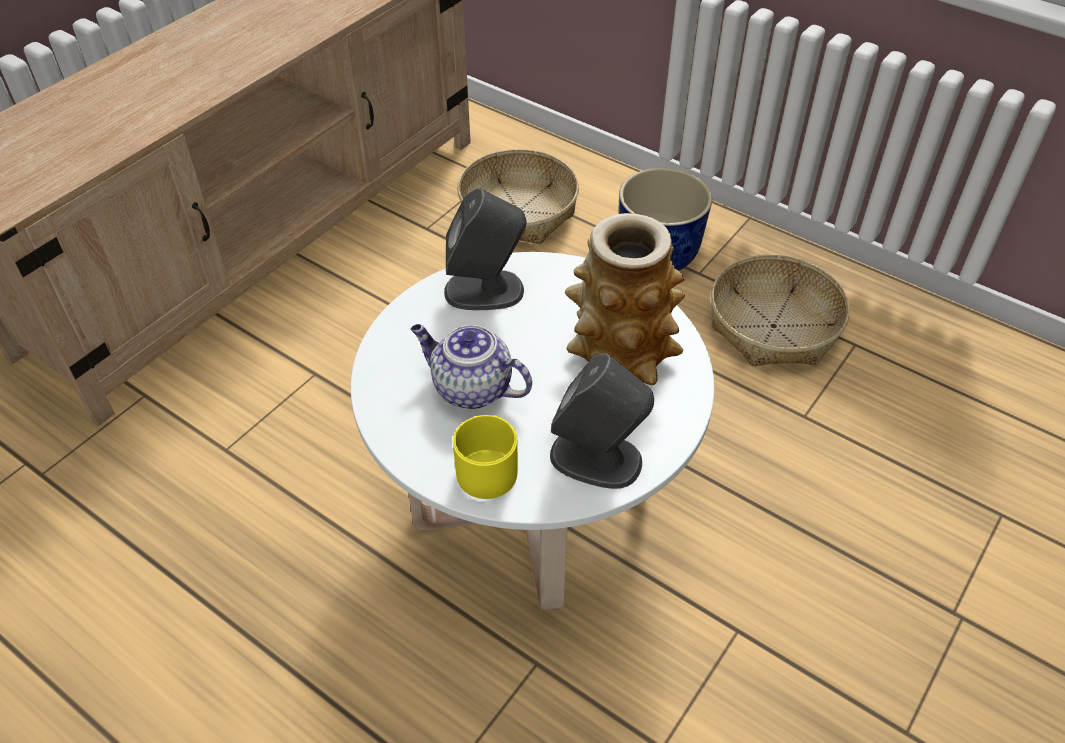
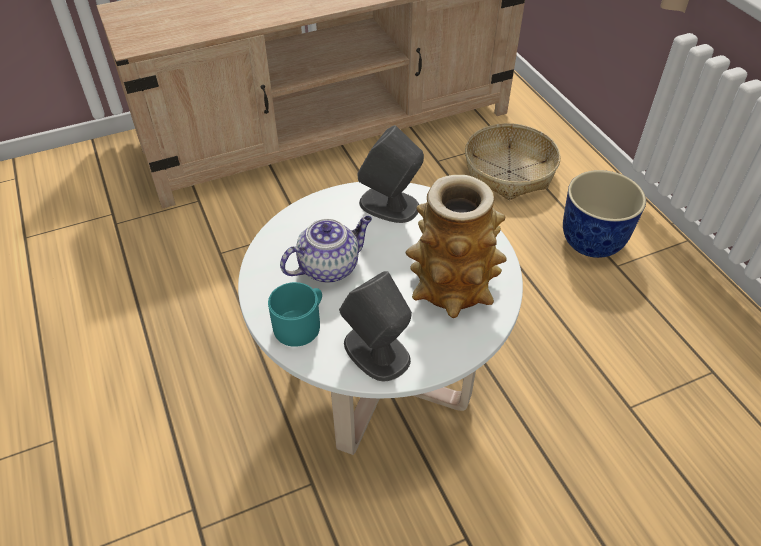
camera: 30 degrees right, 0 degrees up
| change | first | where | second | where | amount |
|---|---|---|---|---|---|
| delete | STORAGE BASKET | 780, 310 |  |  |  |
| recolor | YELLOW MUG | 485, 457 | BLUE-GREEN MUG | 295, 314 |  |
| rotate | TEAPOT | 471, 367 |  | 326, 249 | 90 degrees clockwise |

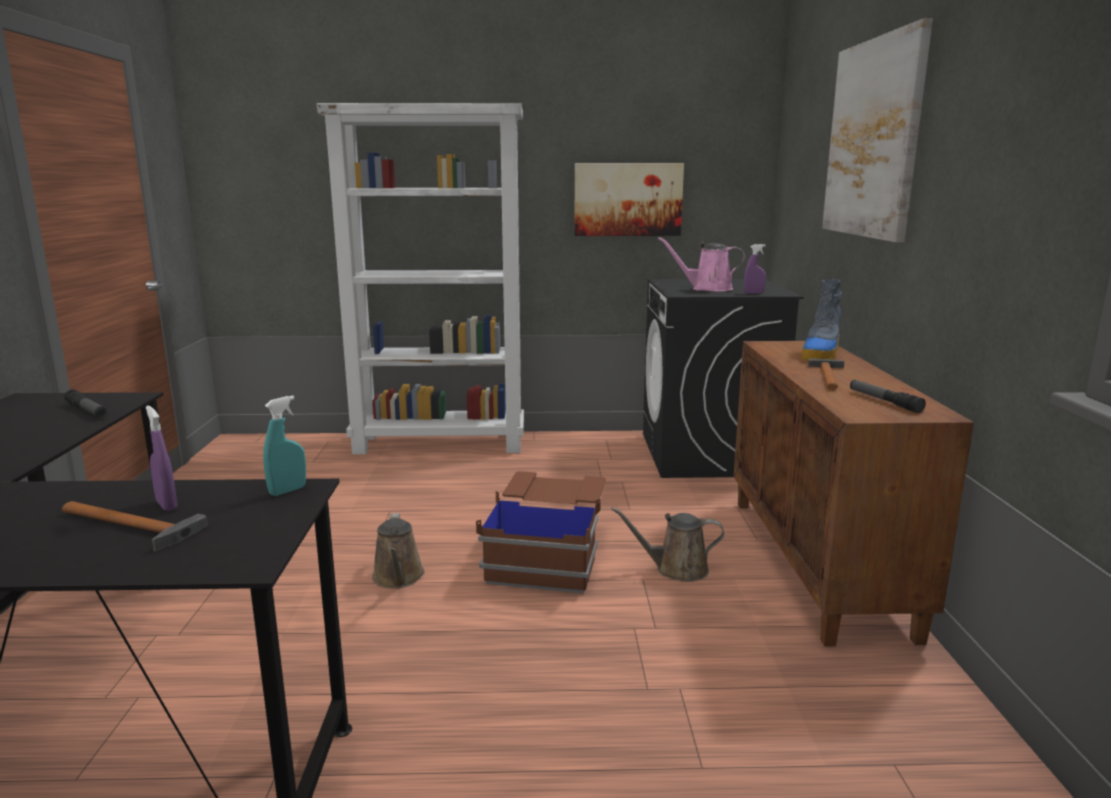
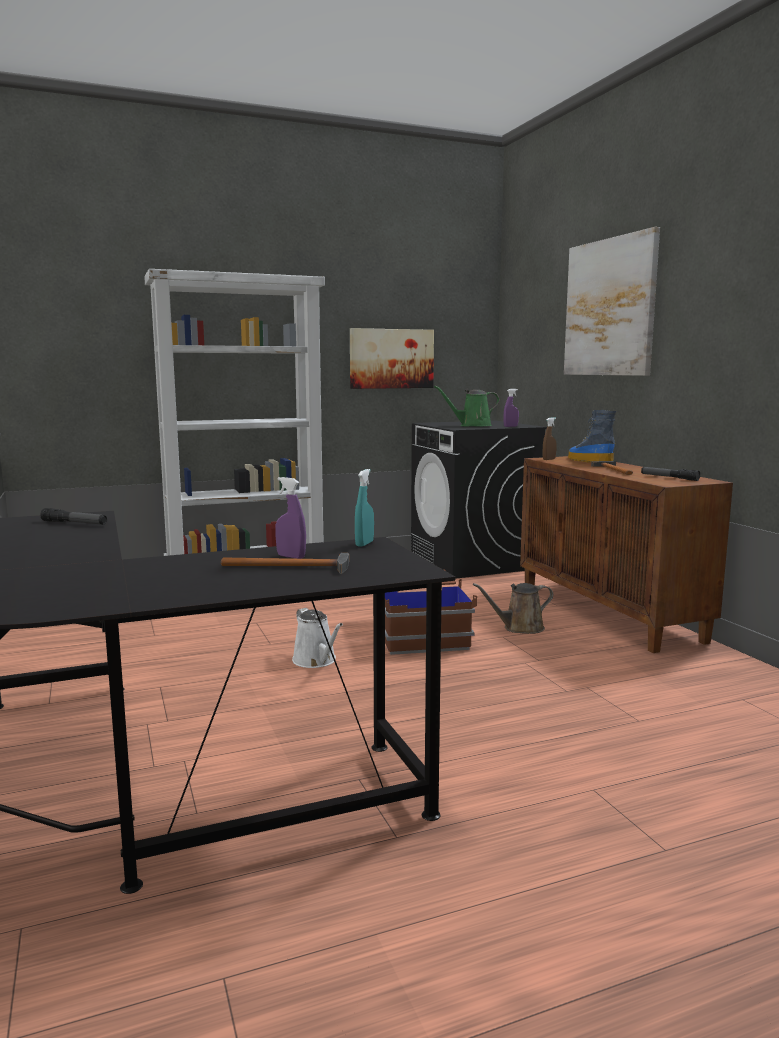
camera: 20 degrees left, 5 degrees down
| change | first | where | second | where | amount |
|---|---|---|---|---|---|
| insert |  |  | BROWN SPRAYER | 550, 438 |  |
| recolor | BROWN WATERING POT | 398, 550 | WHITE-COLOURED WATERING POT | 317, 638 |  |
| recolor | PINK WATERING POT | 701, 264 | GREEN-COLOURED WATERING POT | 466, 406 |  |
| rotate | TALL BOOT | 822, 320 |  | 592, 436 | 150 degrees clockwise |

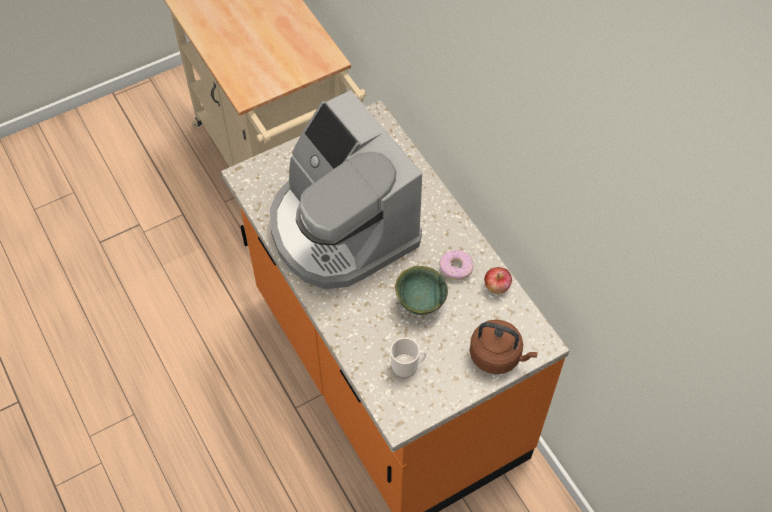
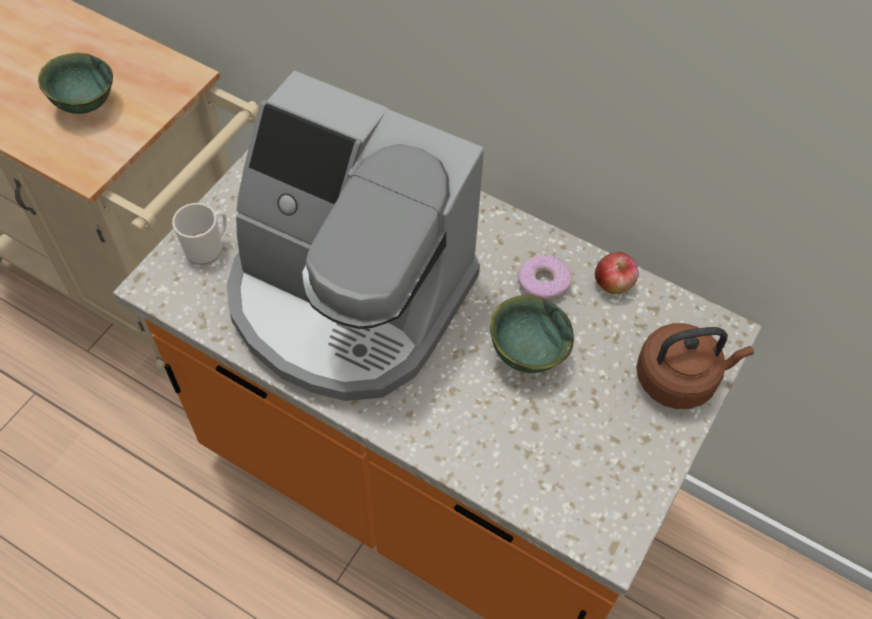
camera: 30 degrees left, 0 degrees up
| change | first | where | second | where | amount |
|---|---|---|---|---|---|
| insert |  |  | GREEN-COLOURED BOWL | 75, 83 |  |
| move | MUG | 408, 357 |  | 199, 234 |  |

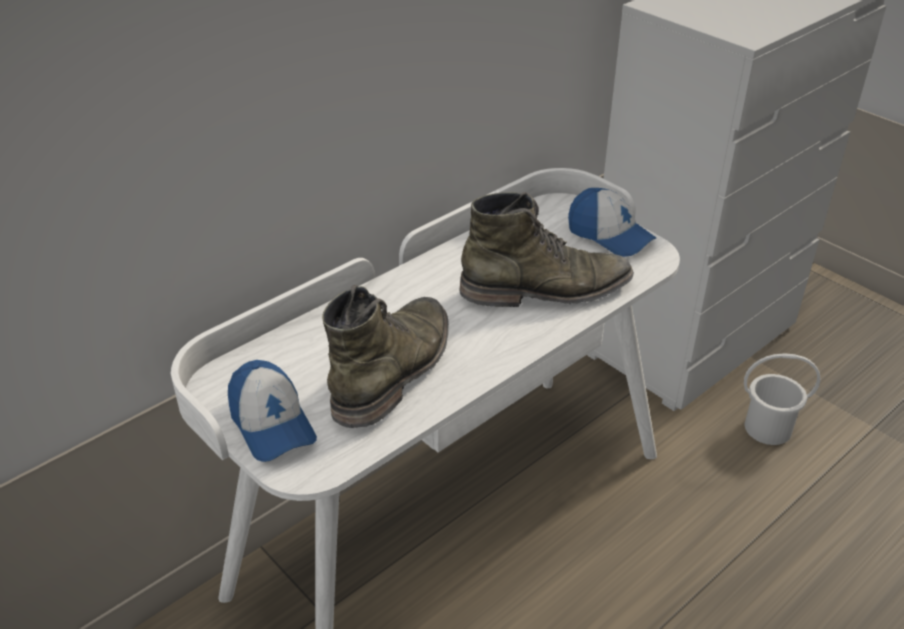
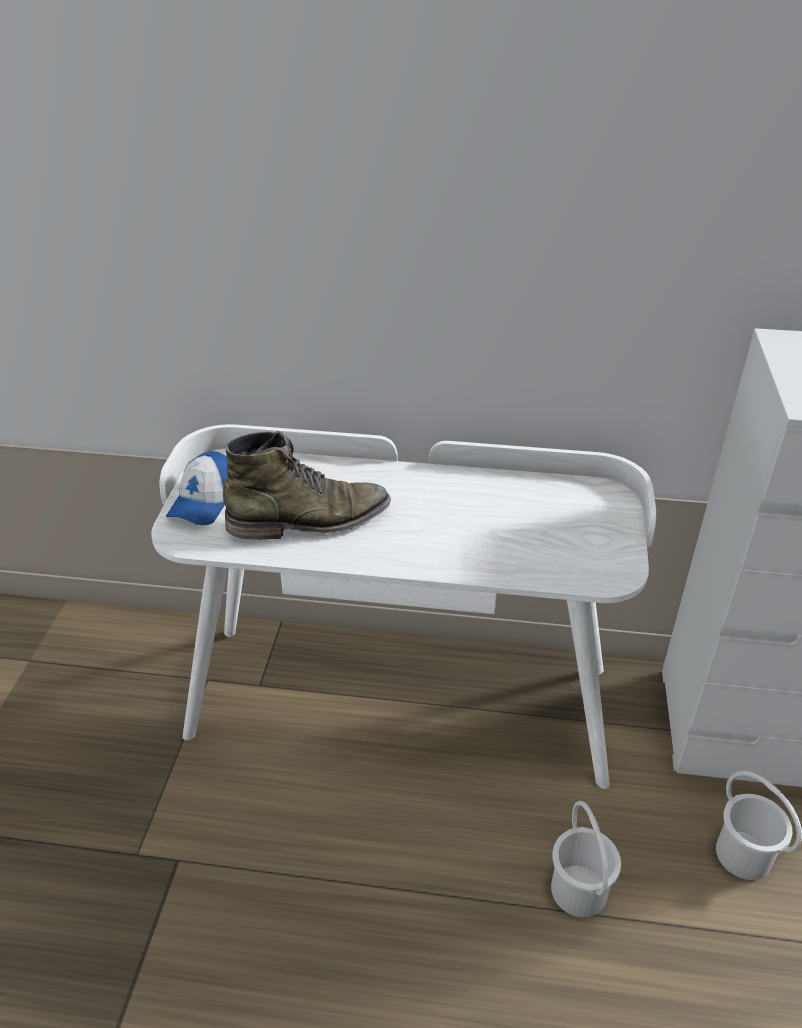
camera: 50 degrees right, 0 degrees up
| change | first | where | second | where | amount |
|---|---|---|---|---|---|
| delete | GREEN-COLOURED TALL BOOT | 546, 249 |  |  |  |
| delete | PEAKED CAP | 612, 222 |  |  |  |
| insert |  |  | WHITE-COLOURED BUCKET | 586, 859 |  |

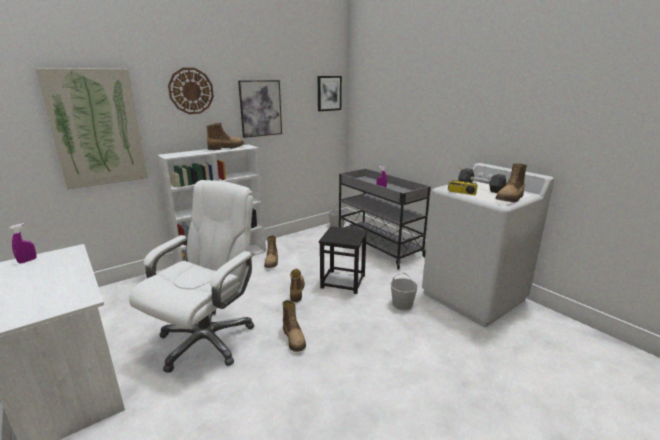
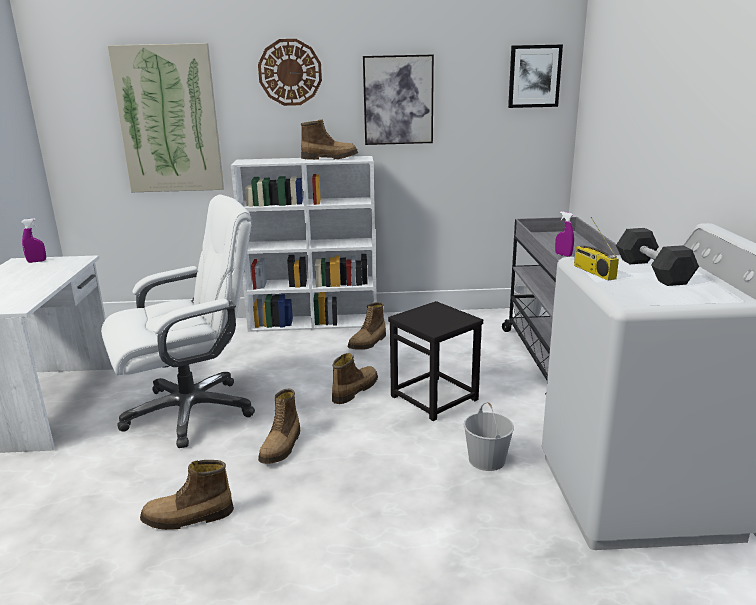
camera: 35 degrees right, 0 degrees up
| change | first | where | second | where | amount |
|---|---|---|---|---|---|
| move | TALL BOOT | 511, 182 |  | 187, 495 |  |

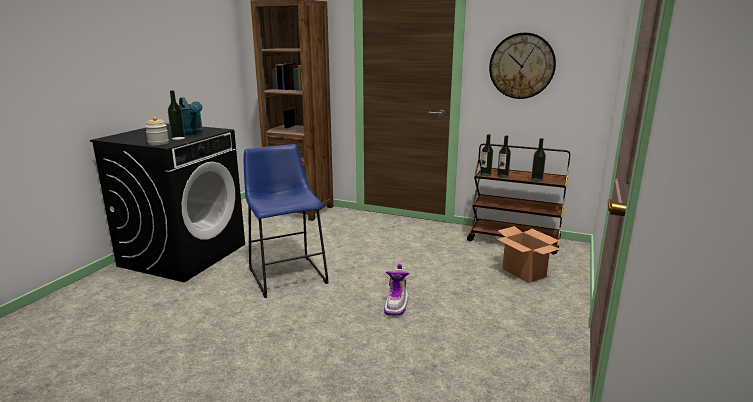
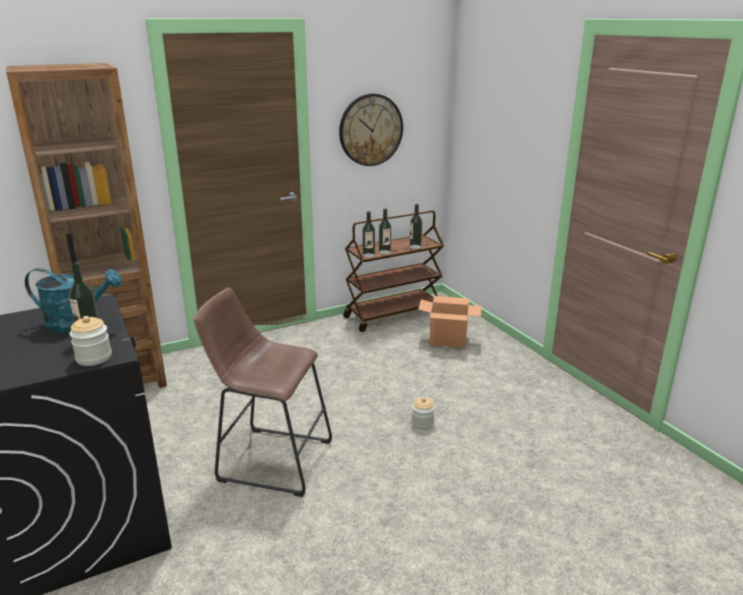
camera: 50 degrees left, 5 degrees up
| change | first | where | second | where | amount |
|---|---|---|---|---|---|
| replace | TALL BOOT | 396, 290 | STORAGE JAR | 423, 413 |  |
| recolor | BLUE-COLOURED SITTING STOOL | 286, 221 | BROWN SITTING STOOL | 262, 392 |  |

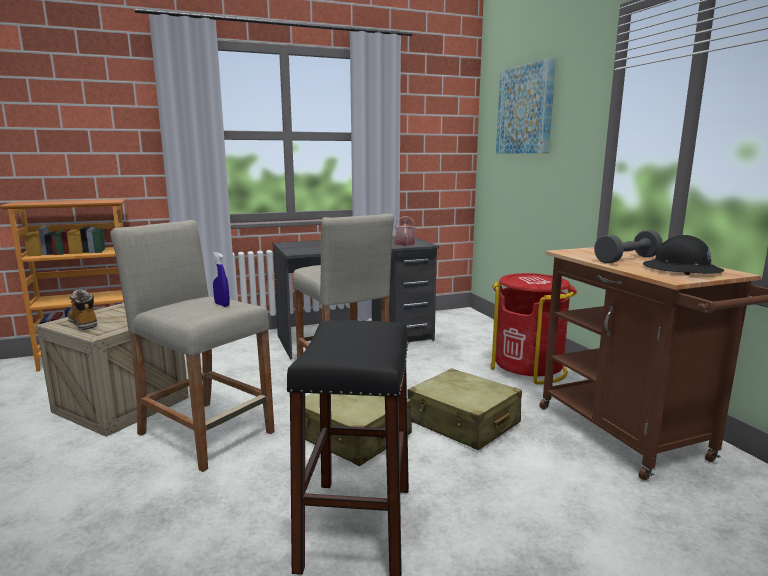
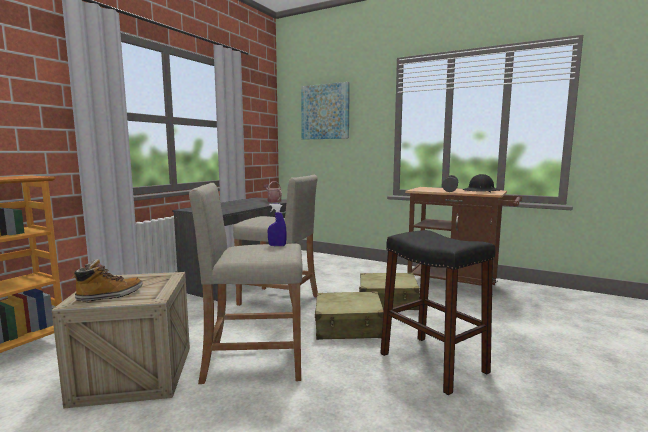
camera: 40 degrees left, 5 degrees down
| change | first | where | second | where | amount |
|---|---|---|---|---|---|
| delete | RED-COLOURED WASTE BIN | 534, 328 |  |  |  |
| rotate | TALL BOOT | 82, 309 |  | 107, 280 | 135 degrees clockwise |

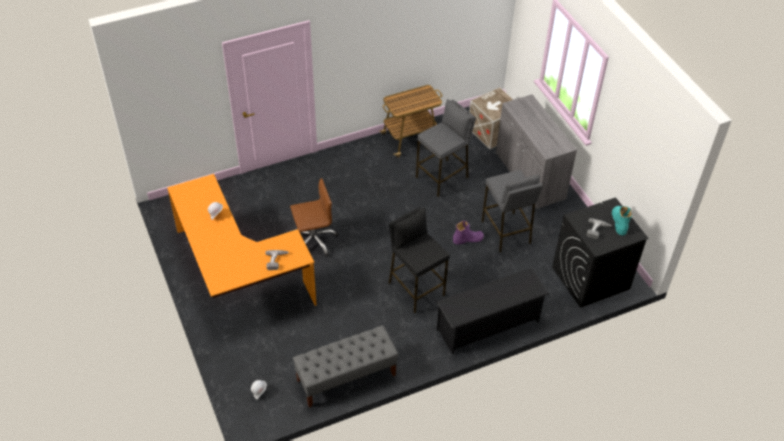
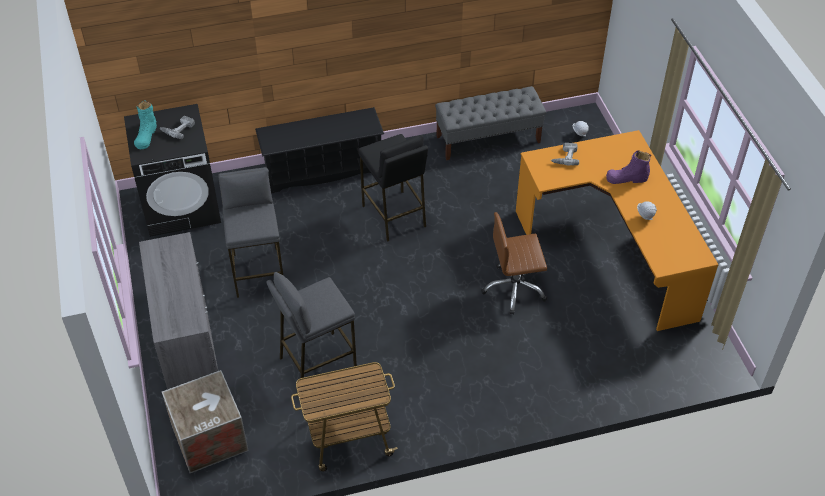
camera: 170 degrees left, 0 degrees up
| change | first | where | second | where | amount |
|---|---|---|---|---|---|
| move | PURPLE-COLOURED TALL BOOT | 468, 233 |  | 628, 167 |  |

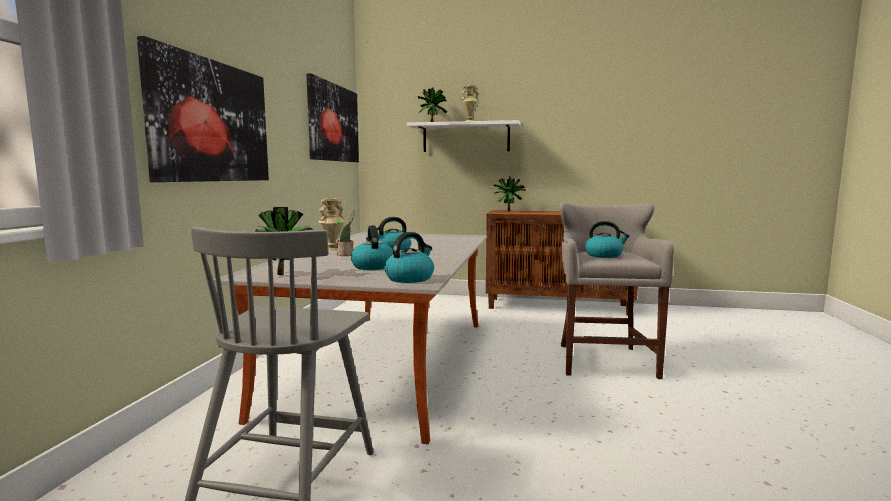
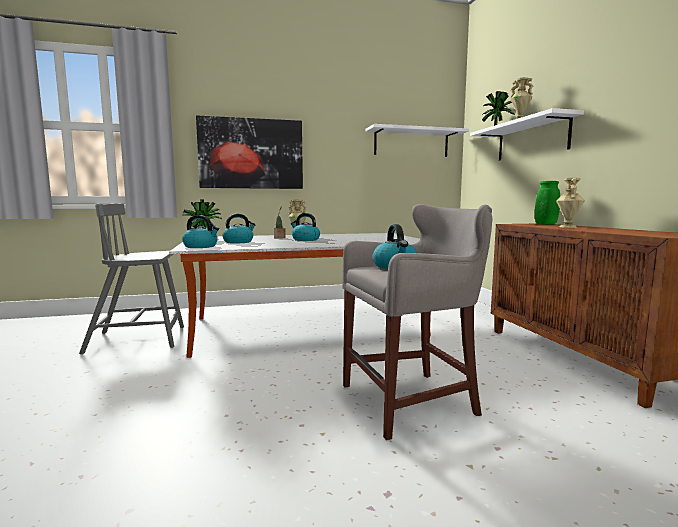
camera: 65 degrees right, 0 degrees up
| change | first | where | second | where | amount |
|---|---|---|---|---|---|
| insert |  |  | BEIGE-COLOURED FLOWER VASE | 570, 203 |  |
| replace | WALL ART | 332, 117 | WHITE-COLOURED SHELF | 417, 140 |  |
| replace | HOUSEPLANT | 509, 193 | GREEN-COLOURED FLOWER VASE | 547, 203 |  |

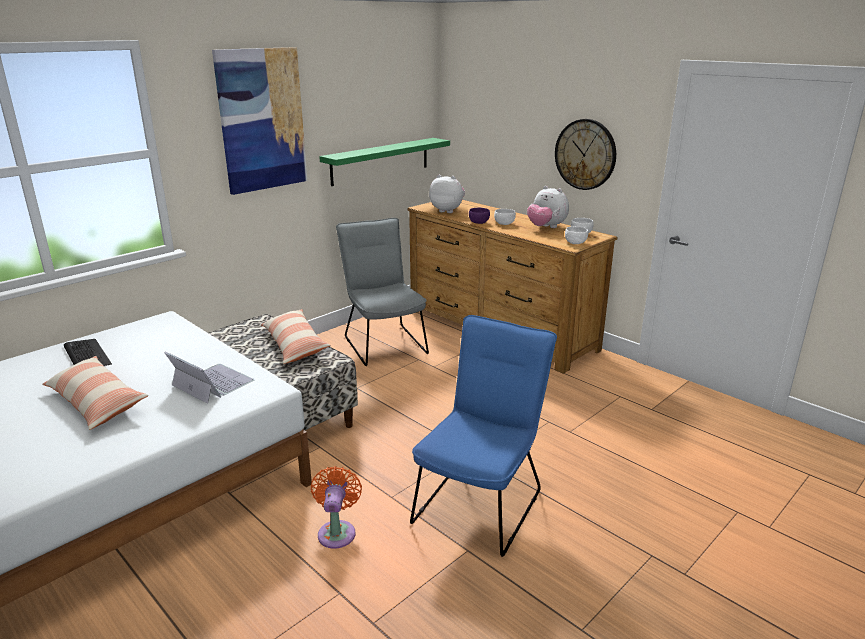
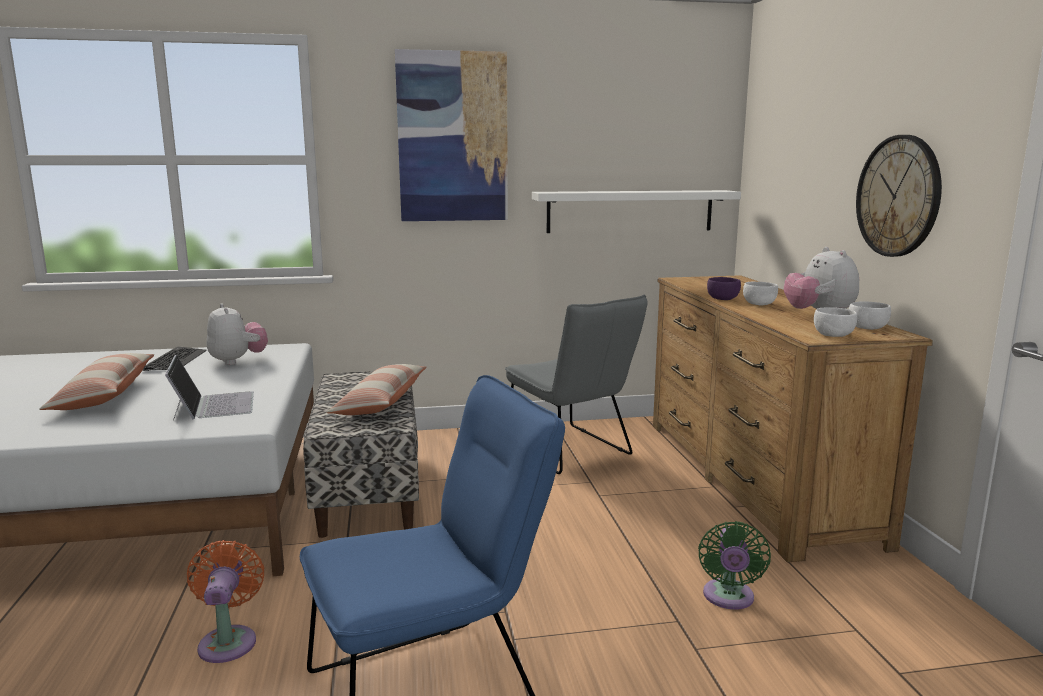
camera: 35 degrees right, 10 degrees down
| change | first | where | second | where | amount |
|---|---|---|---|---|---|
| insert |  |  | GREEN-COLOURED COOLING FAN | 734, 565 |  |
| move | SOFT TOY | 447, 193 |  | 237, 334 |  |
| recolor | GREEN-COLOURED SHELF | 384, 162 | WHITE-COLOURED SHELF | 636, 211 |  |
| rotate | ORANGEY COOLING FAN | 336, 507 |  | 225, 601 | 45 degrees counterclockwise |
| rotate | GRAY CHAIR | 382, 292 |  | 576, 384 | 135 degrees clockwise |

